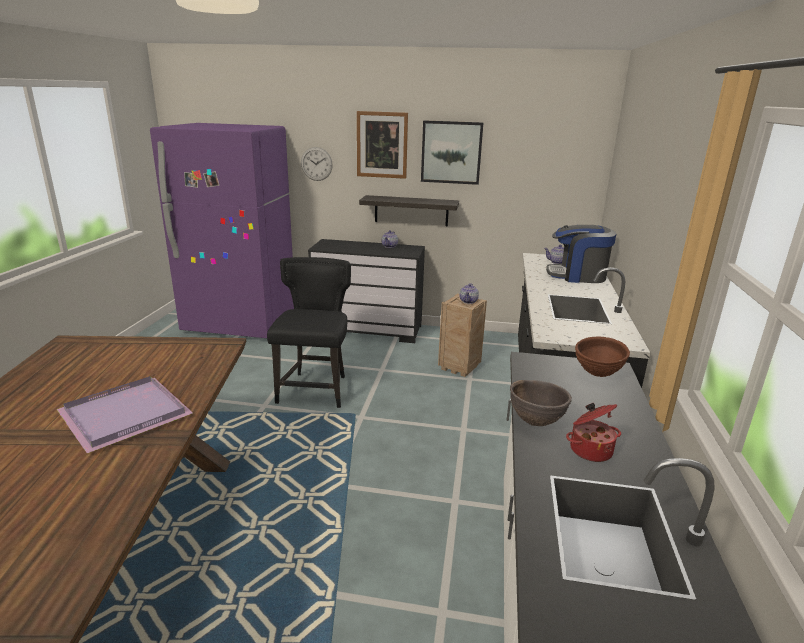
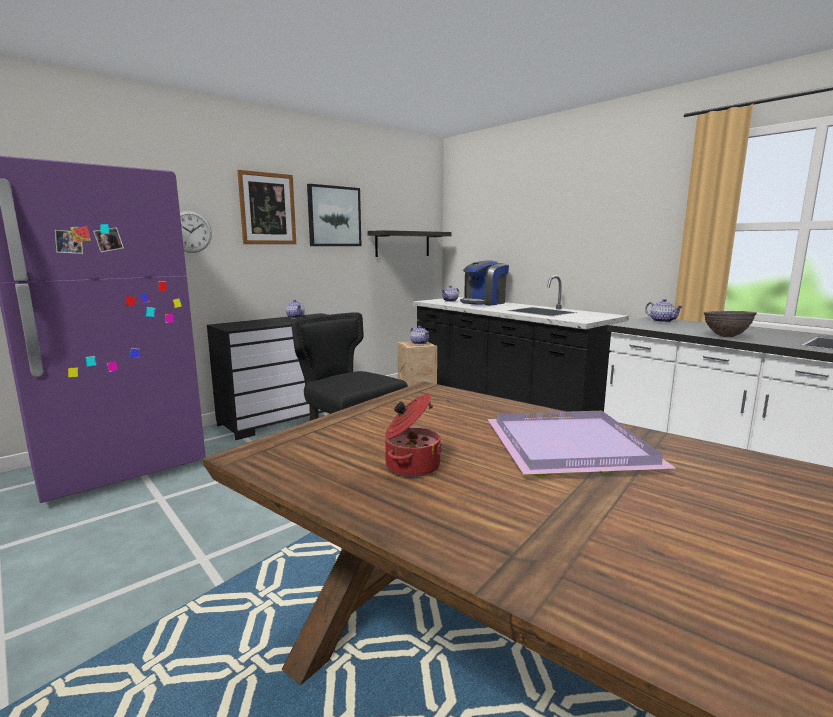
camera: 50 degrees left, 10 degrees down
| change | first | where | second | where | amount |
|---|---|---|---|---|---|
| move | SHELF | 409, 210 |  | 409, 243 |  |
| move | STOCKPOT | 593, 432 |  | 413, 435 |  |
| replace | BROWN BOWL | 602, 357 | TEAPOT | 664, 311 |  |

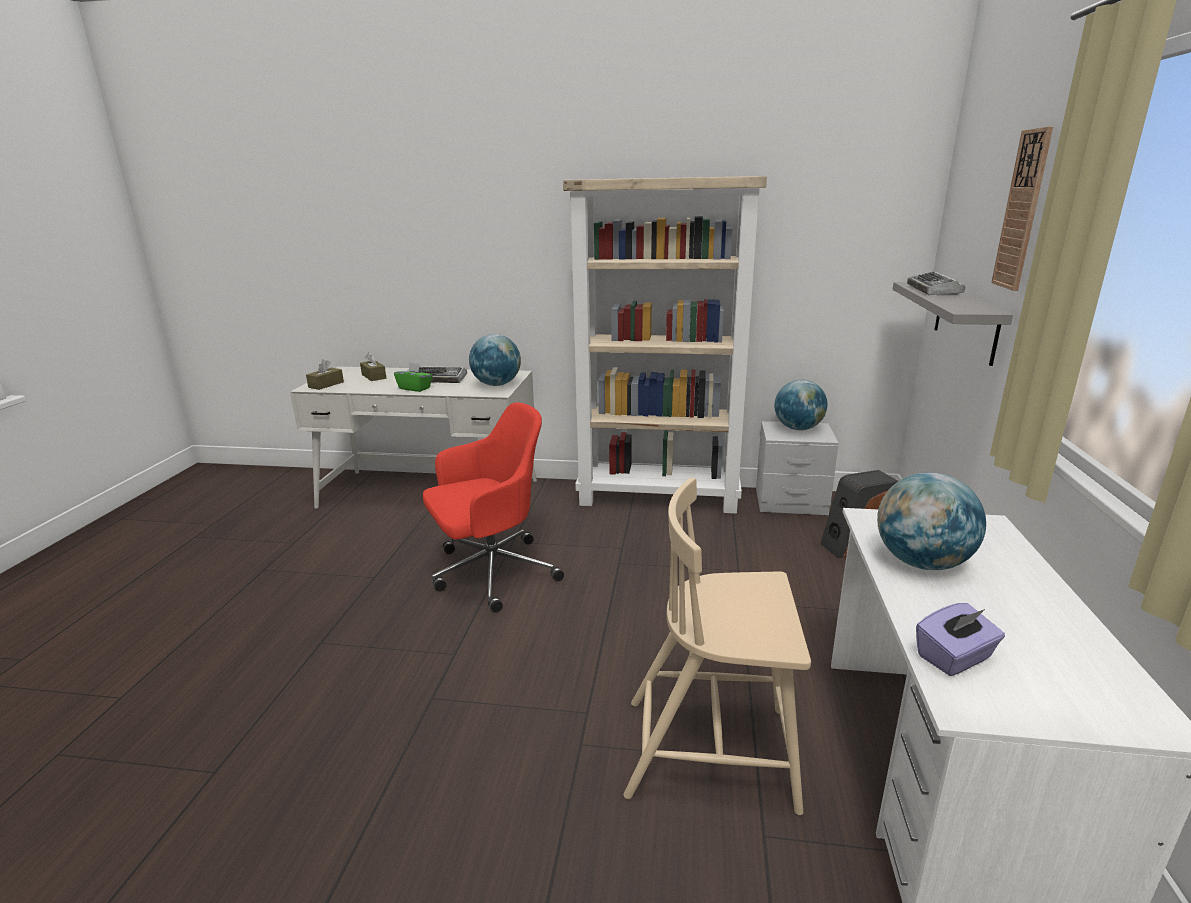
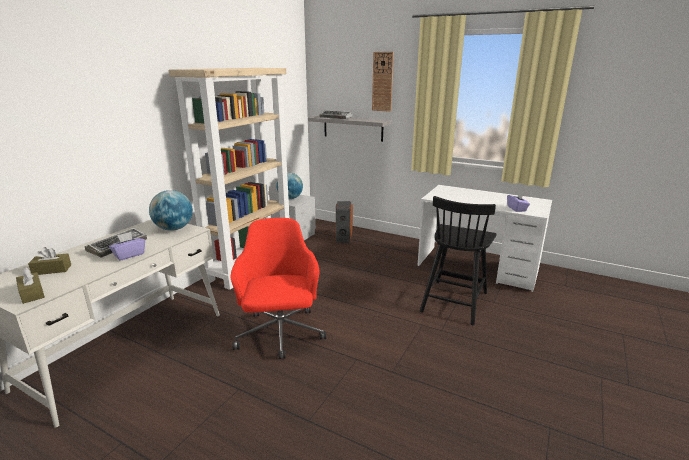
camera: 70 degrees left, 0 degrees up
| change | first | where | second | where | amount |
|---|---|---|---|---|---|
| delete | WORLD GLOBE | 931, 521 |  |  |  |
| recolor | GREEN-COLOURED TISSUE BOX | 413, 377 | PURPLE-COLOURED TISSUE BOX | 127, 246 |  |
| recolor | BEIGE-COLOURED CHAIR | 717, 646 | BLACK-COLOURED CHAIR | 458, 260 |  |

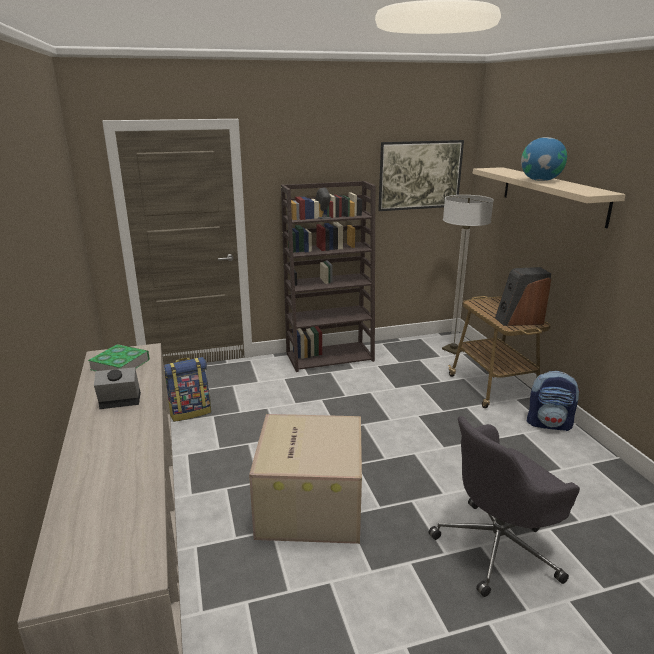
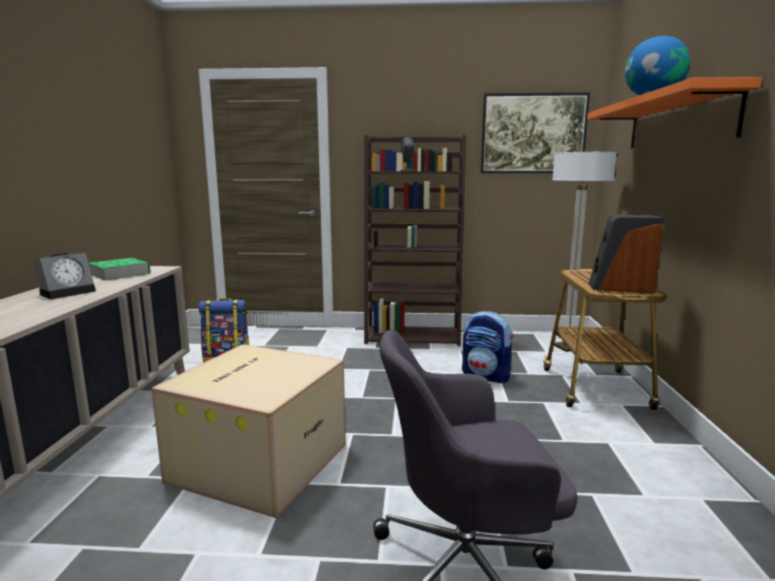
camera: 20 degrees right, 10 degrees down
| change | first | where | second | where | amount |
|---|---|---|---|---|---|
| move | RUCKSACK | 553, 401 |  | 488, 347 |  |
| recolor | BEIGE-COLOURED SHELF | 549, 197 | ORANGEY SHELF | 674, 112 |  |
| rotate | BEDSIDE CLOCK | 117, 388 |  | 64, 276 | 120 degrees clockwise |

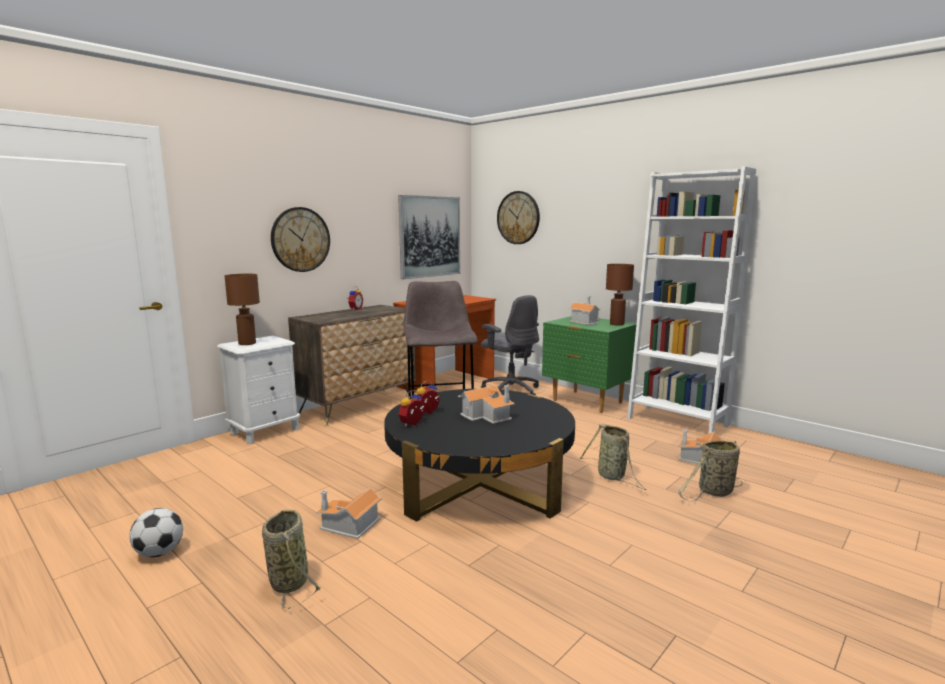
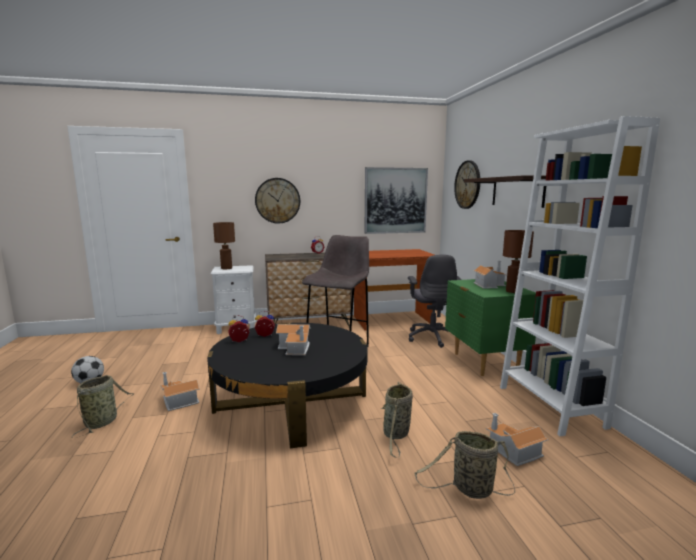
camera: 35 degrees right, 0 degrees up
| change | first | where | second | where | amount |
|---|---|---|---|---|---|
| insert |  |  | SHELF | 505, 191 |  |

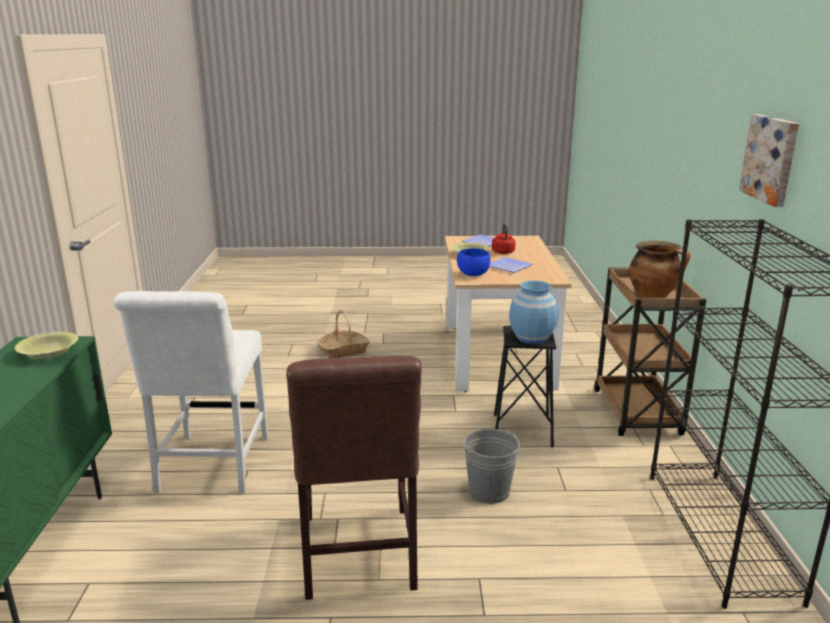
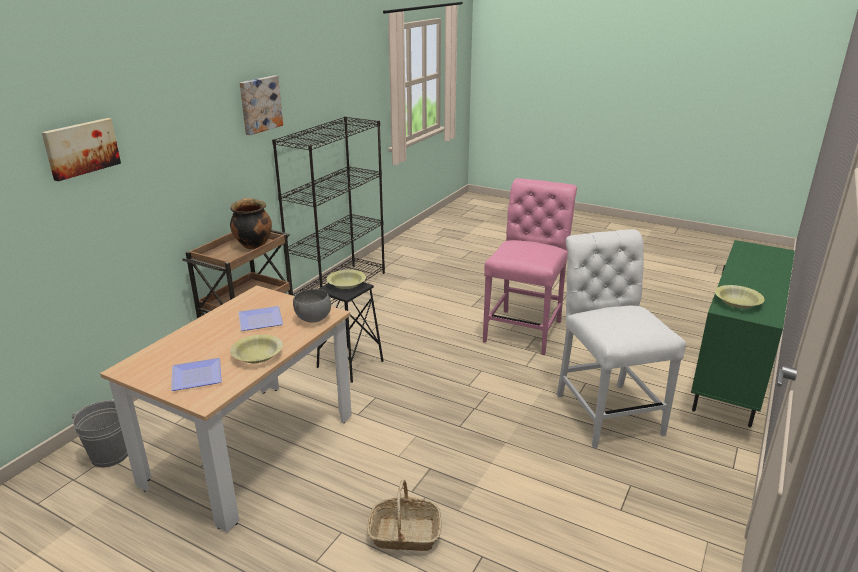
camera: 150 degrees left, 5 degrees up
| change | first | where | second | where | amount |
|---|---|---|---|---|---|
| delete | RED-COLOURED TEA KETTLE | 503, 238 |  |  |  |
| insert |  |  | WALL ART | 81, 149 |  |
| move | GRAY BUCKET | 492, 466 |  | 99, 434 |  |
| replace | BLUE-COLOURED FLOWER VASE | 533, 312 | YELLOW BOWL | 346, 279 |  |
| recolor | BROWN CHAIR | 354, 478 | PINK CHAIR | 530, 266 |  |
| recolor | BLUE-COLOURED BOWL | 473, 262 | GRAY BOWL | 312, 305 |  |
| rotate | WHITE-COLOURED CHAIR | 191, 392 |  | 621, 338 | 45 degrees counterclockwise |

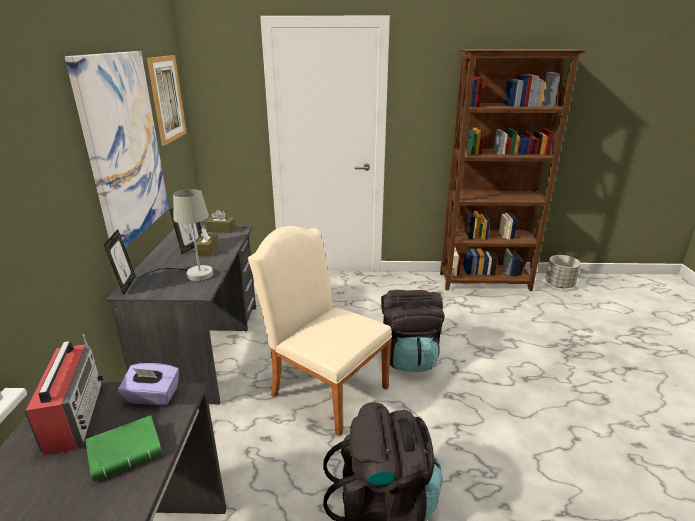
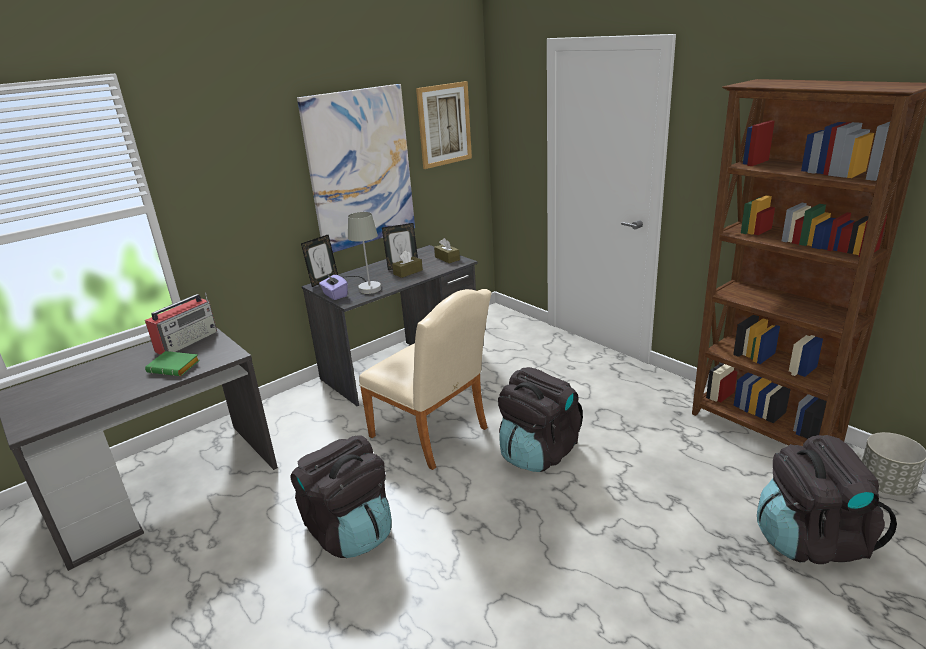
camera: 50 degrees right, 0 degrees up
| change | first | where | second | where | amount |
|---|---|---|---|---|---|
| insert |  |  | BLACK-COLOURED RUCKSACK | 827, 499 |  |
| move | PURPLE-COLOURED TISSUE BOX | 148, 384 |  | 333, 287 |  |
| rotate | BEIGE-COLOURED CHAIR | 320, 331 |  | 425, 379 | 135 degrees clockwise |

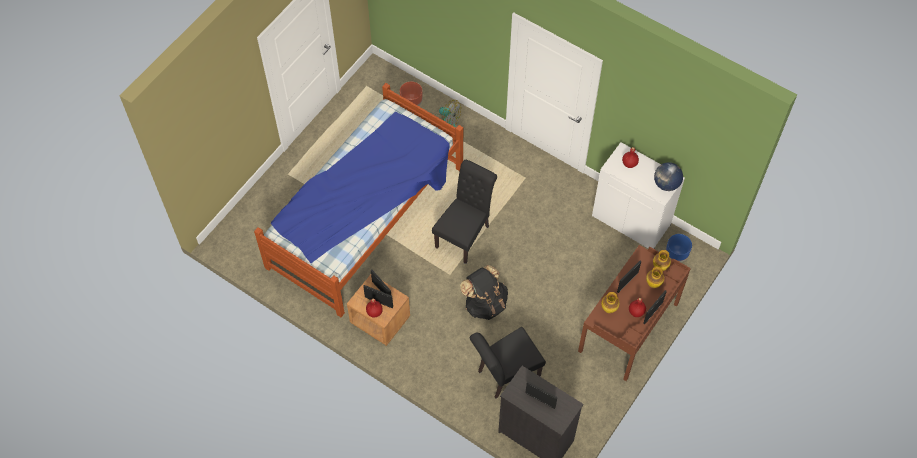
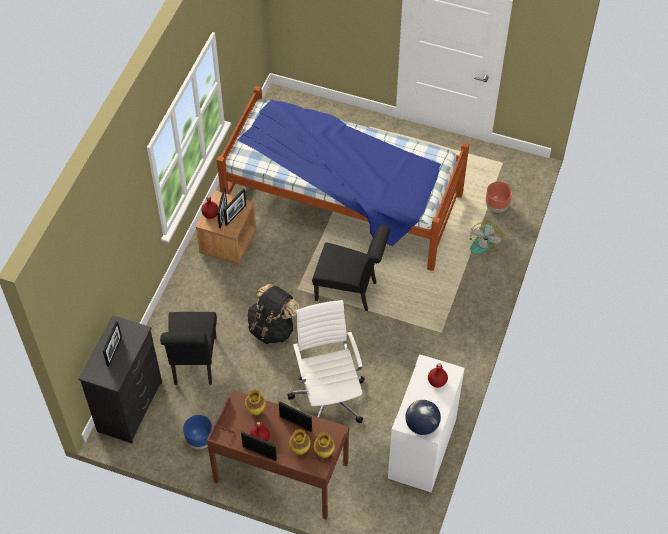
camera: 75 degrees right, 5 degrees down
| change | first | where | second | where | amount |
|---|---|---|---|---|---|
| insert |  |  | WHITE-COLOURED OFFICE CHAIR | 326, 361 |  |
| move | BLUE-COLOURED PLANTER | 679, 248 |  | 197, 432 |  |
| rotate | BLACK-COLOURED CHAIR | 508, 362 |  | 188, 348 | 135 degrees counterclockwise |

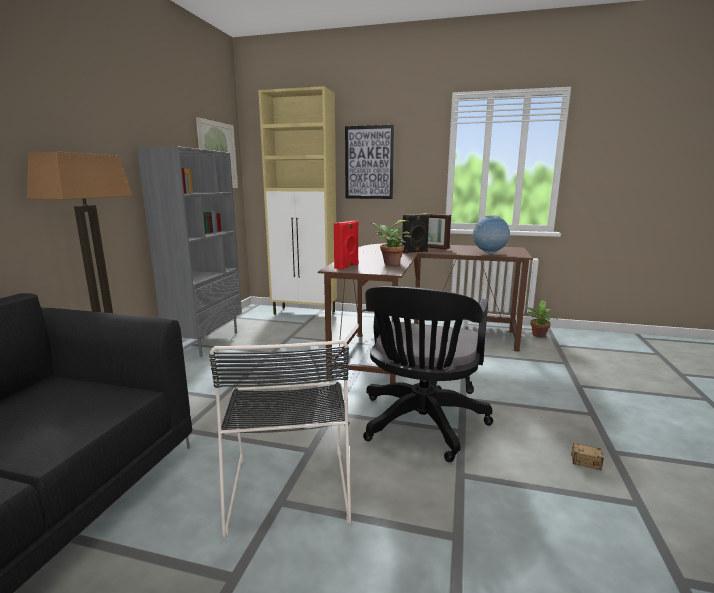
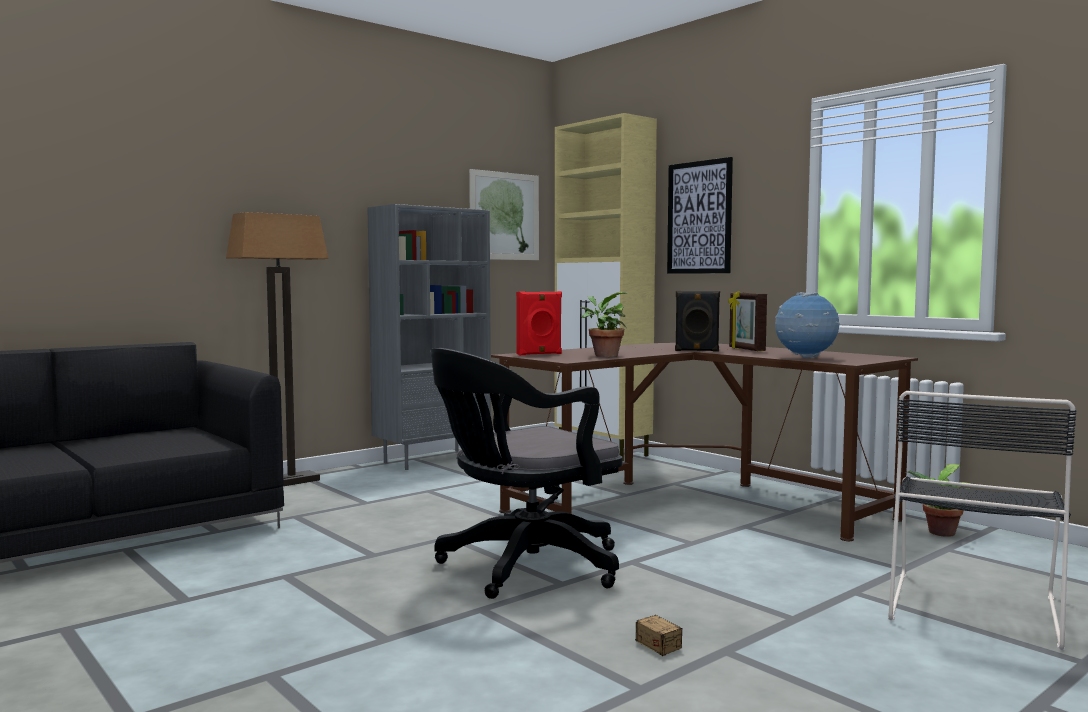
camera: 35 degrees right, 10 degrees down
| change | first | where | second | where | amount |
|---|---|---|---|---|---|
| move | BLACK-COLOURED CHAIR | 280, 439 |  | 982, 520 |  |

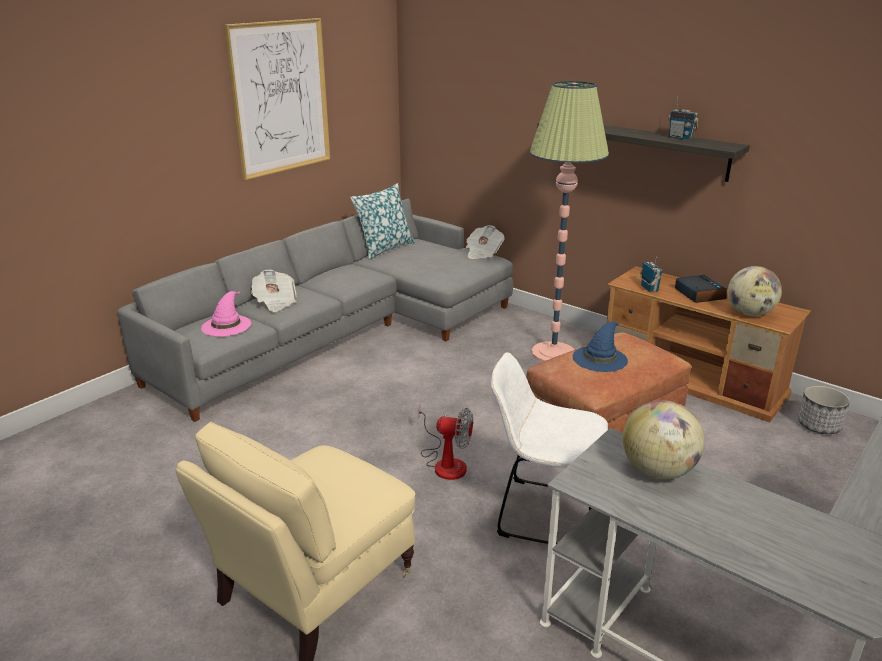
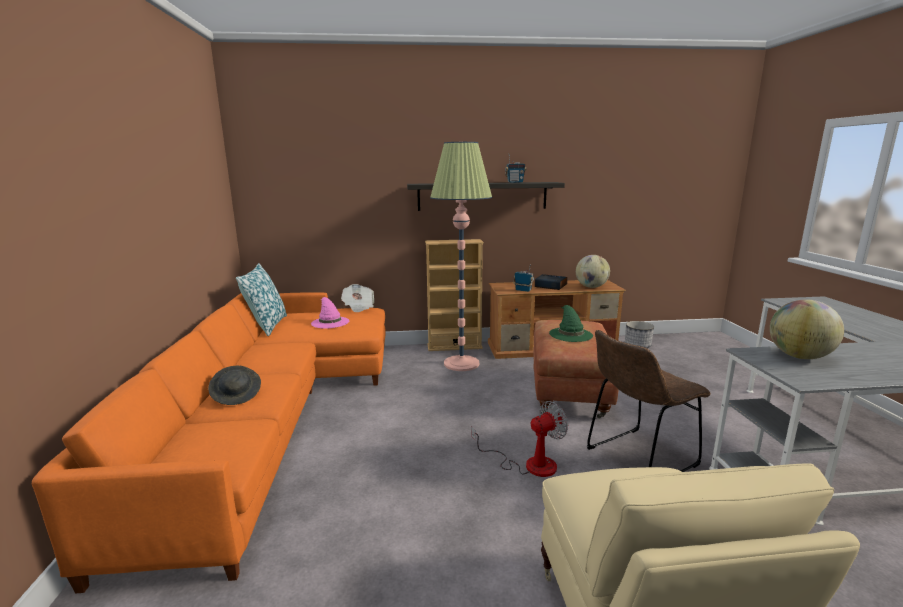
camera: 45 degrees left, 10 degrees down
| change | first | where | second | where | amount |
|---|---|---|---|---|---|
| delete | WALL ART | 277, 99 |  |  |  |
| insert |  |  | BEIGE-COLOURED BOOKCASE | 454, 295 |  |
| move | PINK WEARABLE HAT | 226, 314 |  | 330, 313 |  |
| replace | DAILY PAPER | 274, 290 | GRAY WEARABLE HAT | 234, 385 |  |
| recolor | GRAY SETTEE | 315, 310 | ORANGEY SETTEE | 209, 443 |  |
| recolor | WHITE-COLOURED CHAIR | 549, 448 | BROWN CHAIR | 648, 401 |  |
| recolor | BLUE-COLOURED WEARABLE HAT | 600, 347 | GREEN-COLOURED WEARABLE HAT | 571, 323 |  |

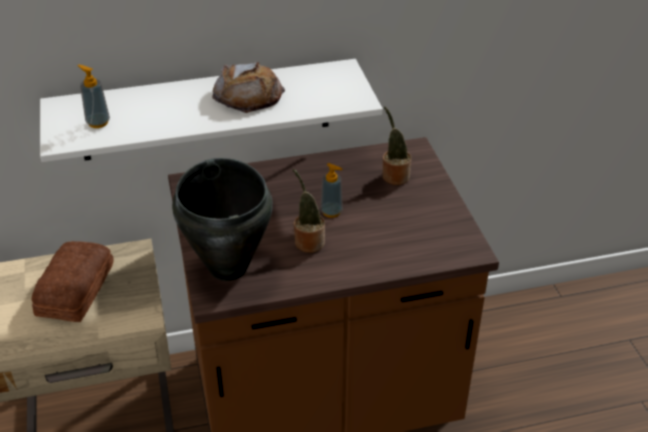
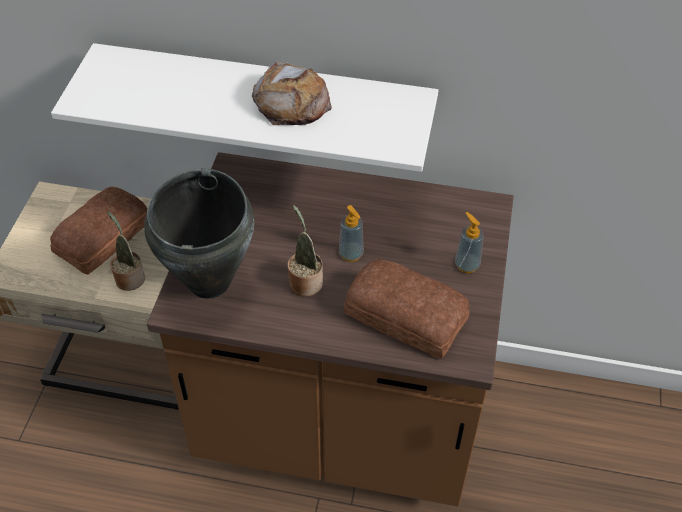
camera: 25 degrees right, 10 degrees up
| change | first | where | second | where | amount |
|---|---|---|---|---|---|
| insert |  |  | BAKED BREAD | 407, 309 |  |
| move | LIQUID SOAP BOTTLE | 93, 96 |  | 469, 242 |  |
| move | HOUSEPLANT | 397, 145 |  | 126, 251 |  |

